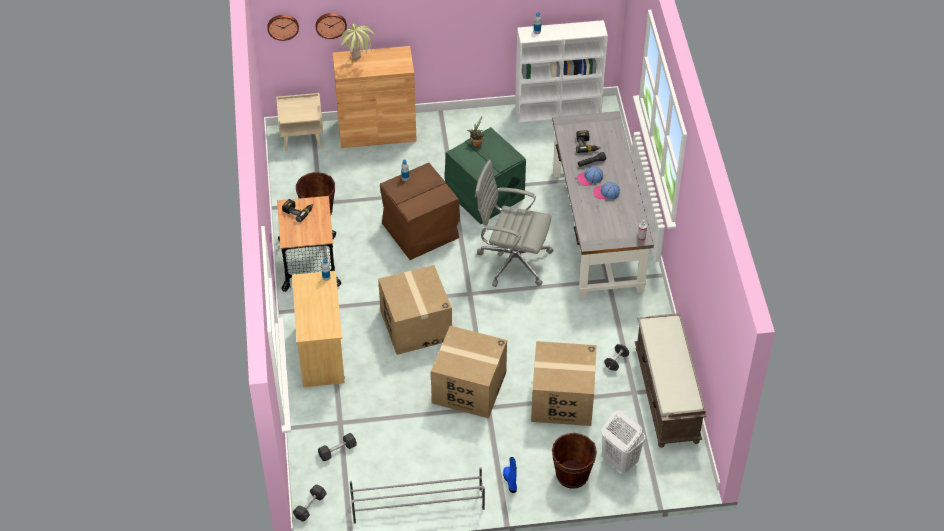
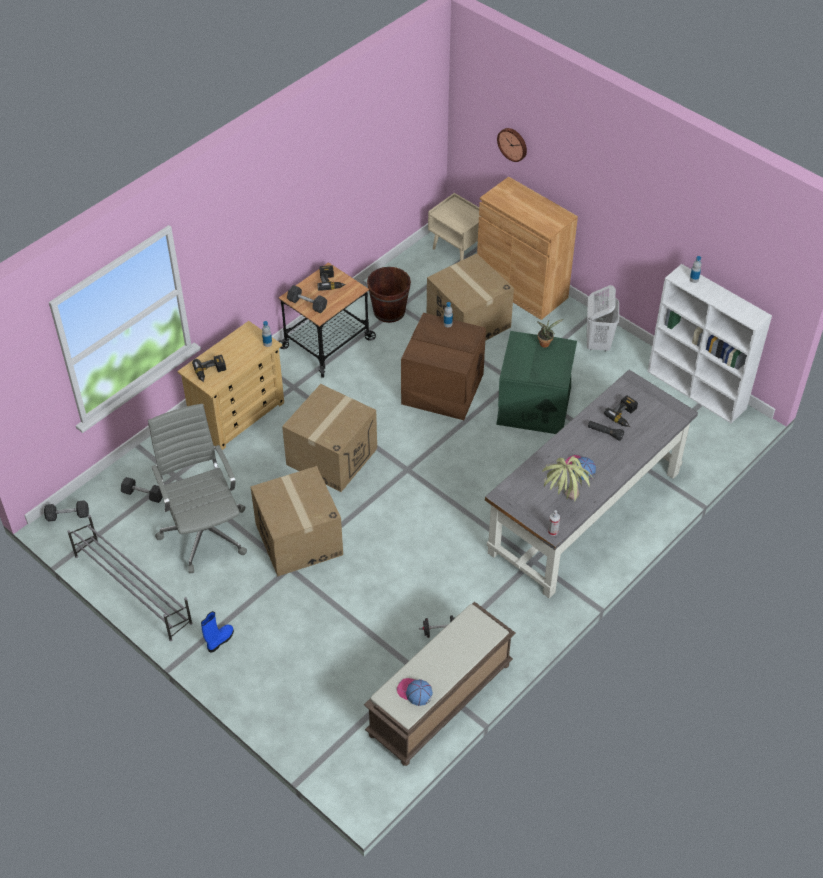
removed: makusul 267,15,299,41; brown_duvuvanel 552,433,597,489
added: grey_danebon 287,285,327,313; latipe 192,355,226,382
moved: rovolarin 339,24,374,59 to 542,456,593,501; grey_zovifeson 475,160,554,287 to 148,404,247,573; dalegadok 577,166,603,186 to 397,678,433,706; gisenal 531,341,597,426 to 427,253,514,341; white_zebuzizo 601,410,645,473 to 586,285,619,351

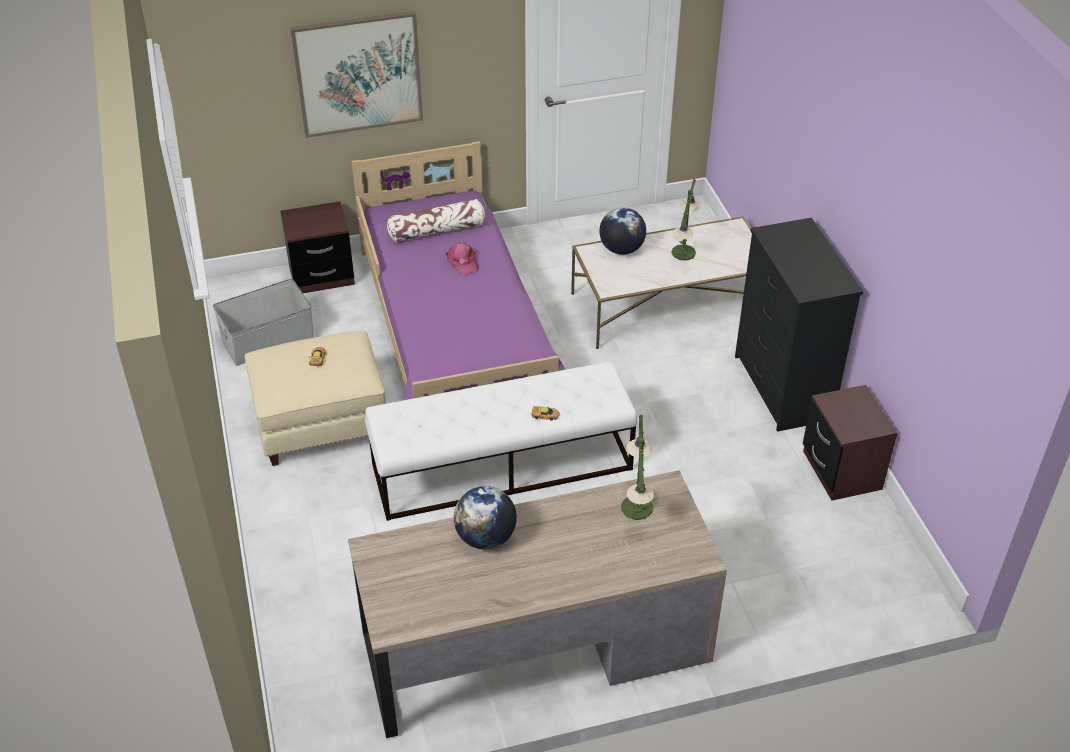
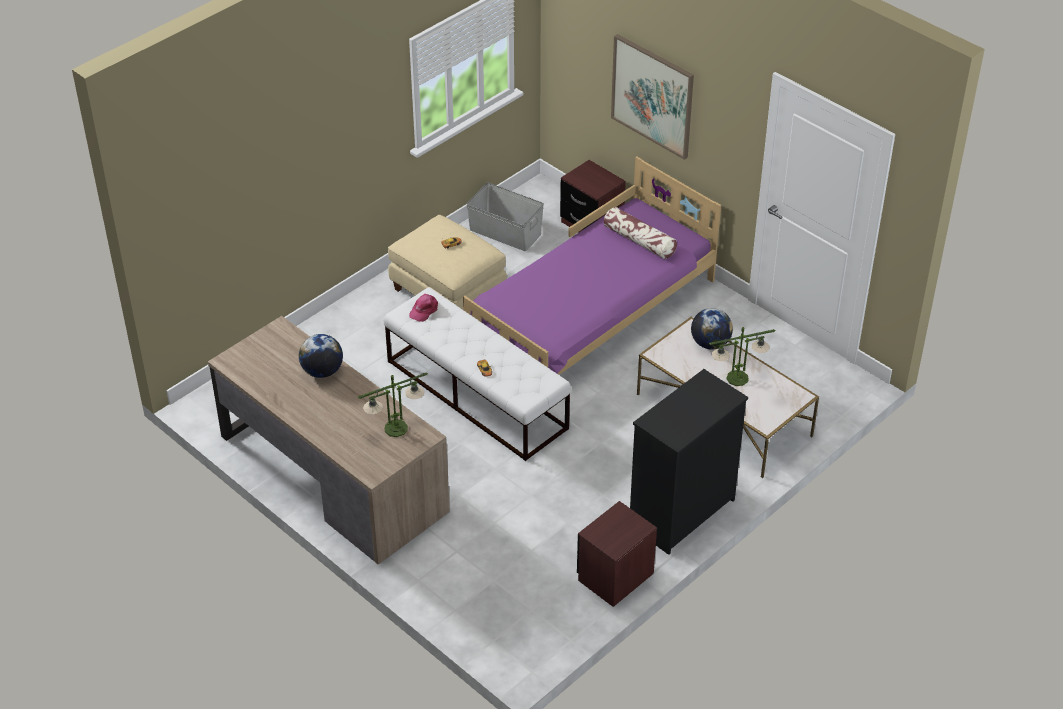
moved: pink_dalegadok 446,242,479,274 to 409,294,438,322

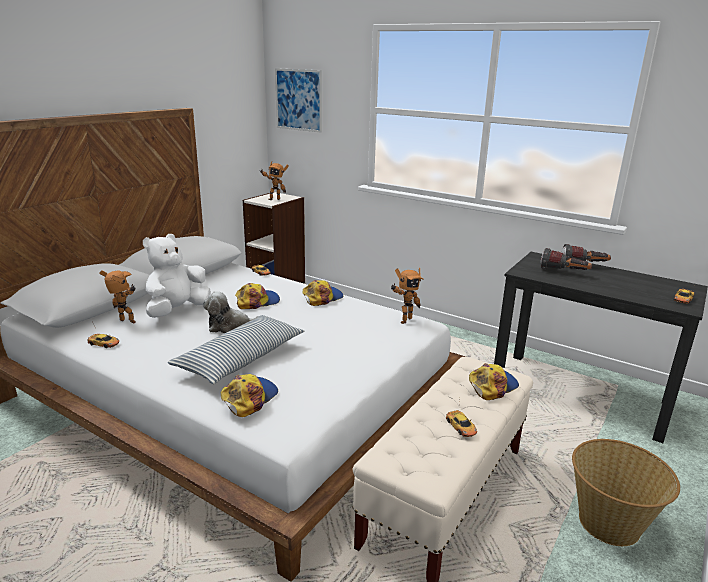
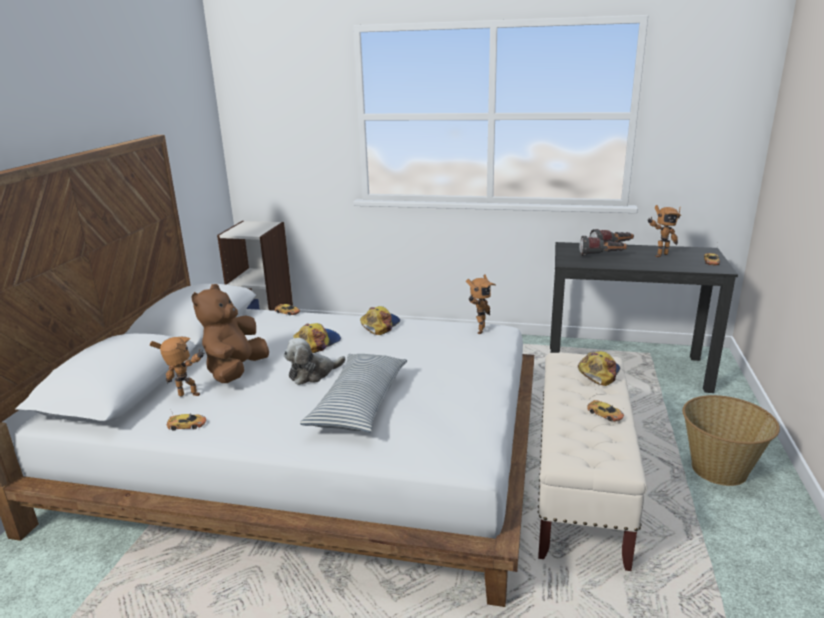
removed: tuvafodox 275,68,322,133; dalegadok 221,374,278,417
moved: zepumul 260,162,289,200 to 648,205,682,257
recoloured: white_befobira 143,234,211,318 to brown_befobira 192,284,269,383

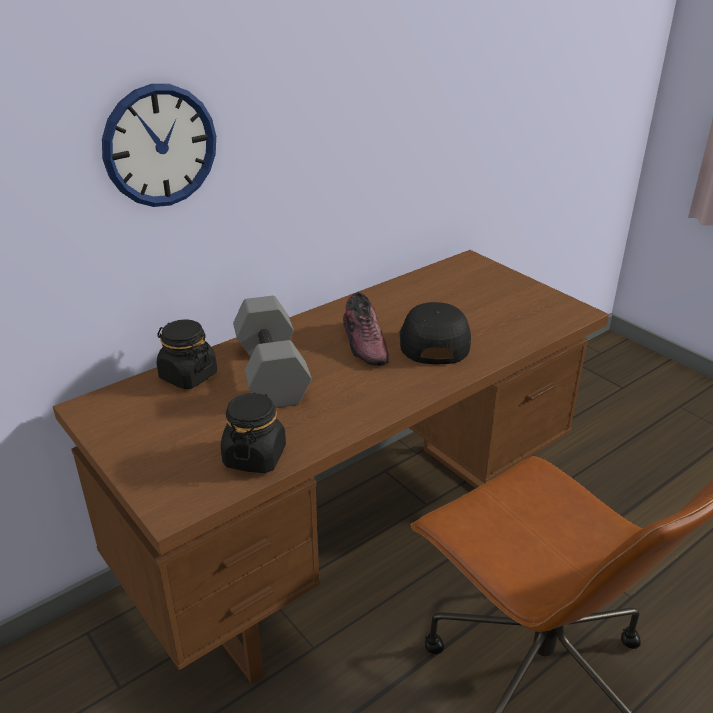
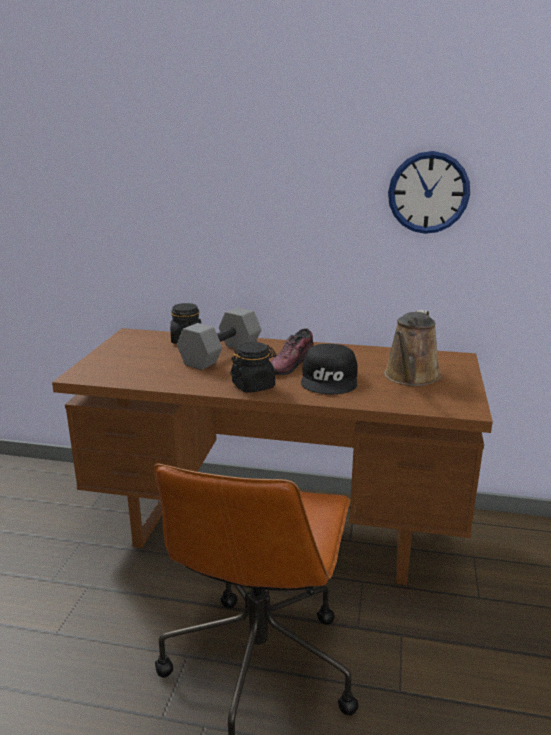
added: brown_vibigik 384,310,441,386
moved: makusul 102,84,216,207 to 388,151,470,234; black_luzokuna 221,392,286,473 to 230,342,276,393
turned: black_dalegadok 400,302,471,364 = 301,344,358,394 135 degrees clockwise

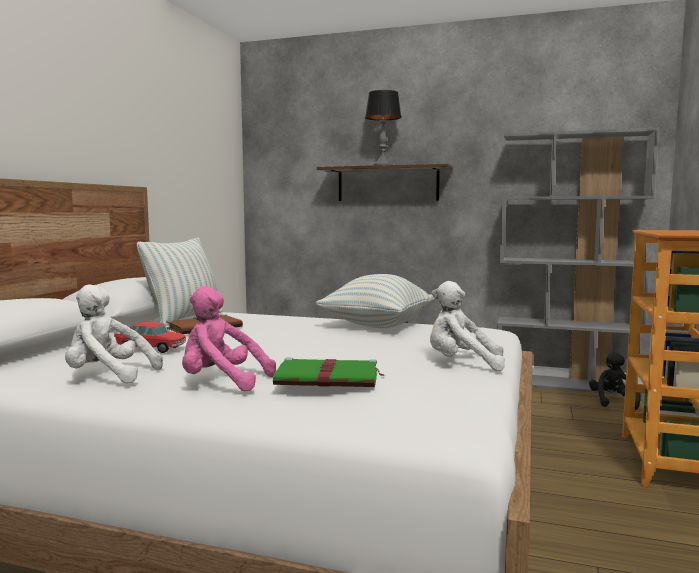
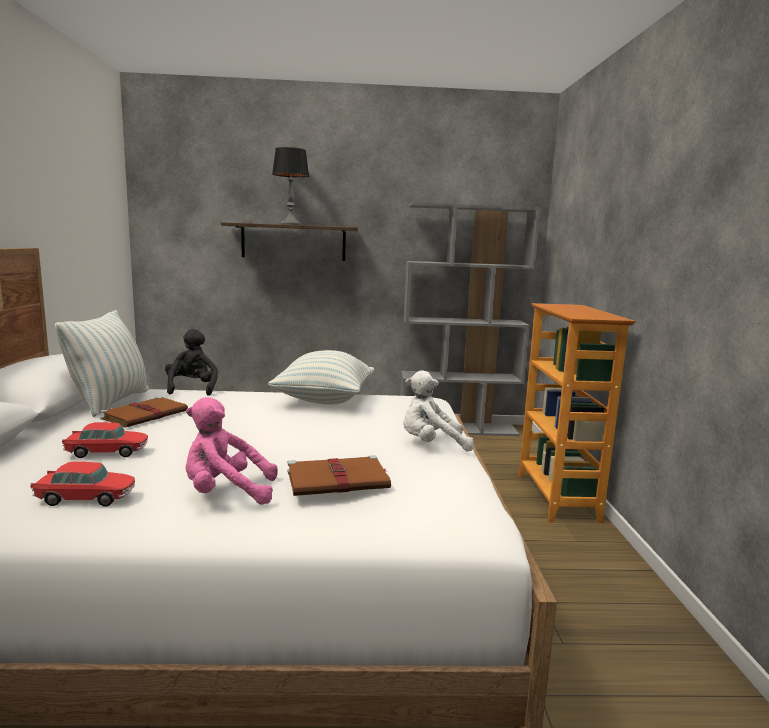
moved: black_befobira 589,352,641,410 to 165,329,218,396
replaced: white_befobira 65,284,163,383 to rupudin 31,461,135,507
recoloured: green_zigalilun 273,358,385,387 to brown_zigalilun 288,455,391,496

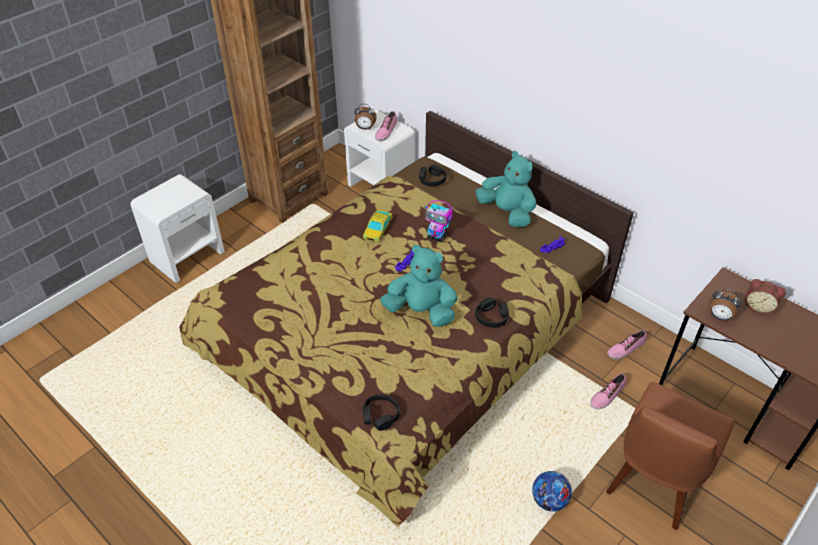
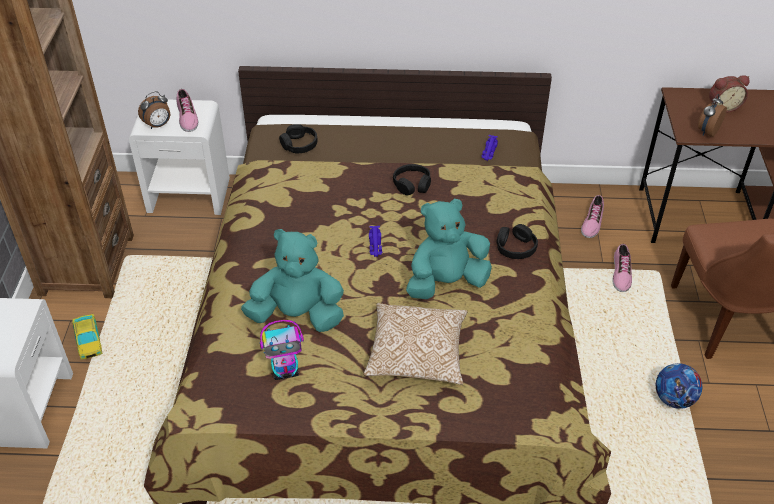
added: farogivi 364,303,467,385
moved: turquoise_befobira 476,151,536,227 to 241,229,344,332; zepumul 425,200,453,242 to 260,320,304,380; rupudin 363,210,393,242 to 72,314,103,360; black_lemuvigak 363,394,400,431 to 393,164,431,195
turned: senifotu 709,289,742,321 = 698,94,727,137 135 degrees clockwise

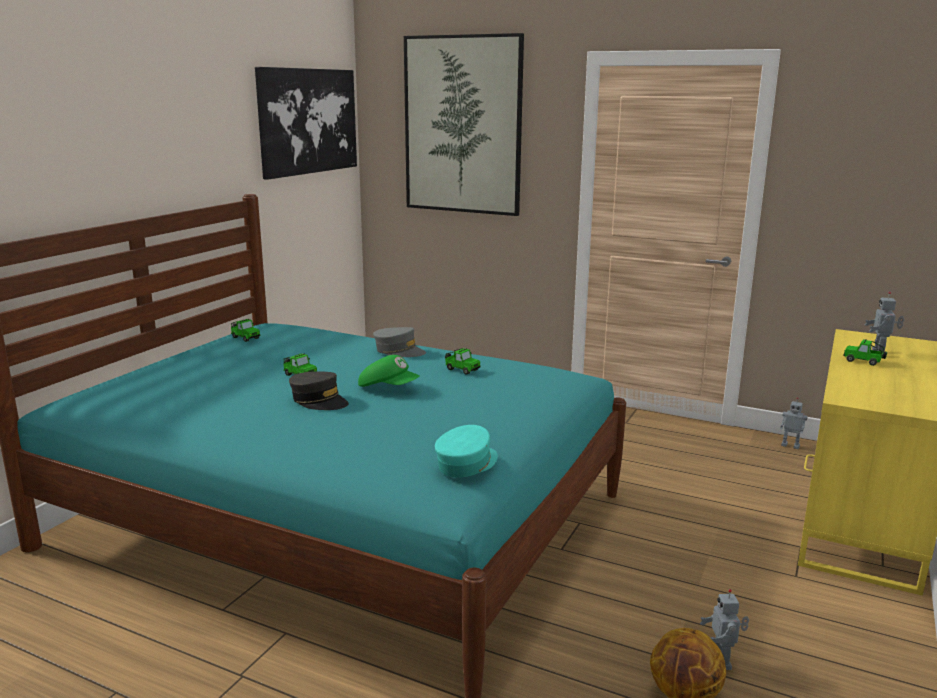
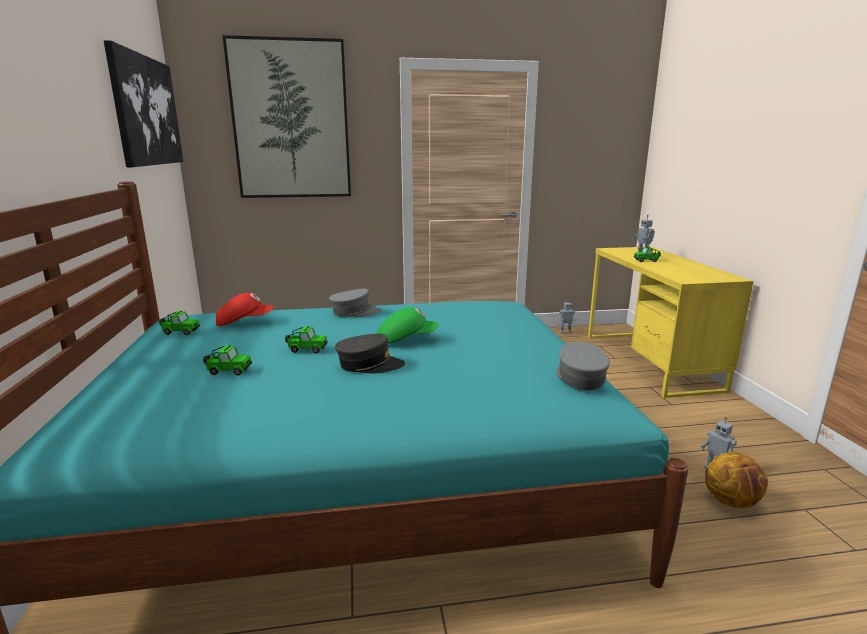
added: red_dalegadok 216,293,274,326
moved: rupudin 445,348,481,375 to 203,345,252,375
recoloured: turquoise_dalegadok 435,425,498,478 to grey_dalegadok 556,342,610,390

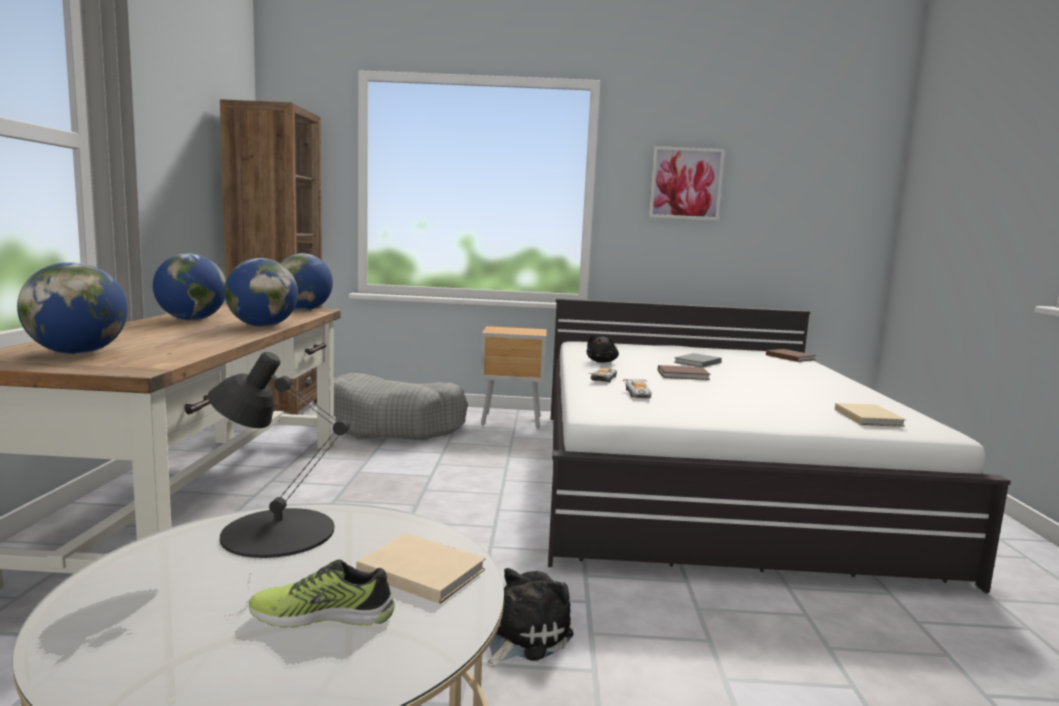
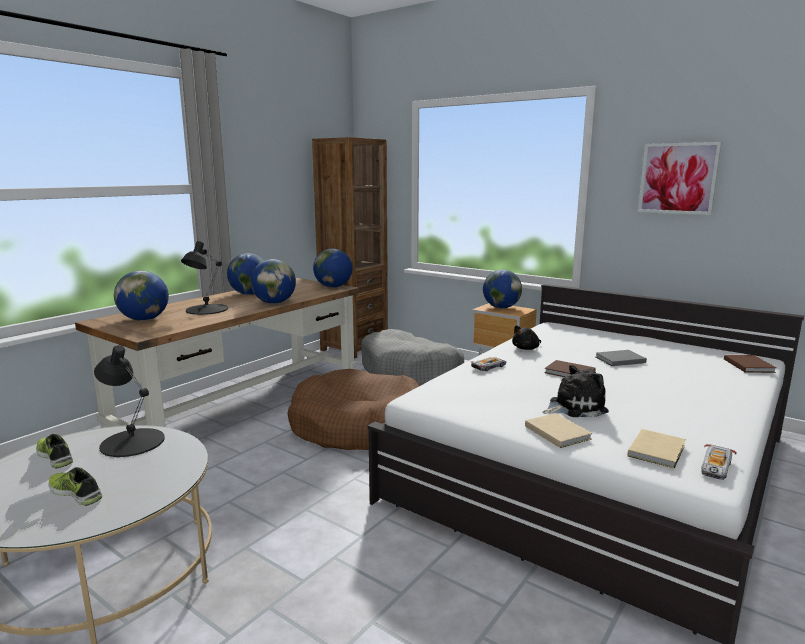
added: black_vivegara 181,241,228,315; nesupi 483,270,522,308; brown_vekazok 287,369,420,450; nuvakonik 36,434,73,469
moved: rupudin 623,379,651,399 to 701,444,737,480; beige_zigalilun 356,533,486,604 to 525,413,593,448; befobira 488,568,574,667 to 542,365,609,417

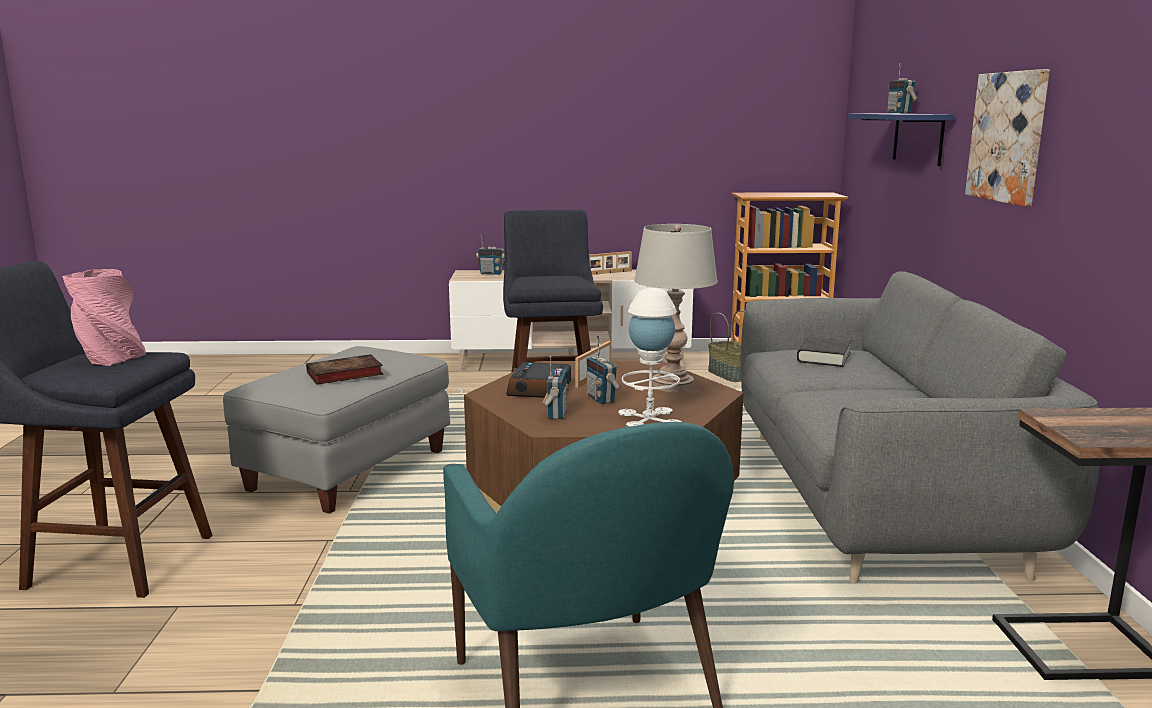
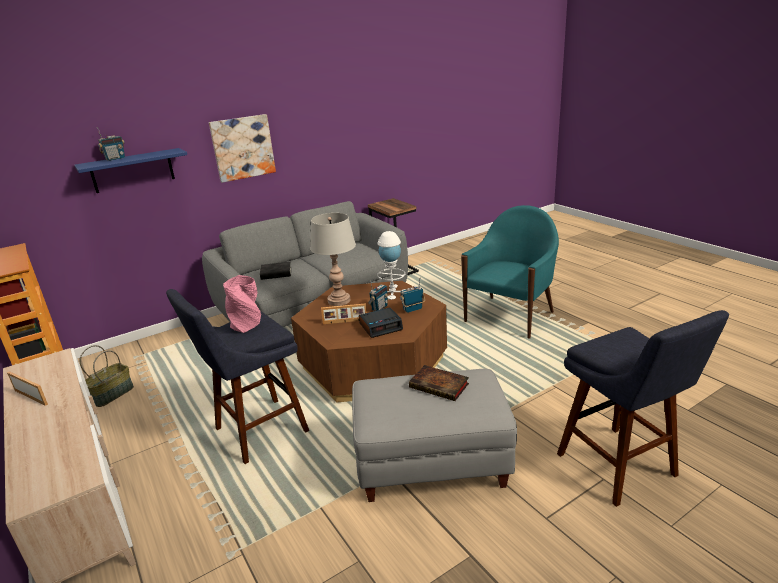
removed: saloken 476,236,505,275
moved: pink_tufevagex 62,269,146,366 to 223,275,261,333

